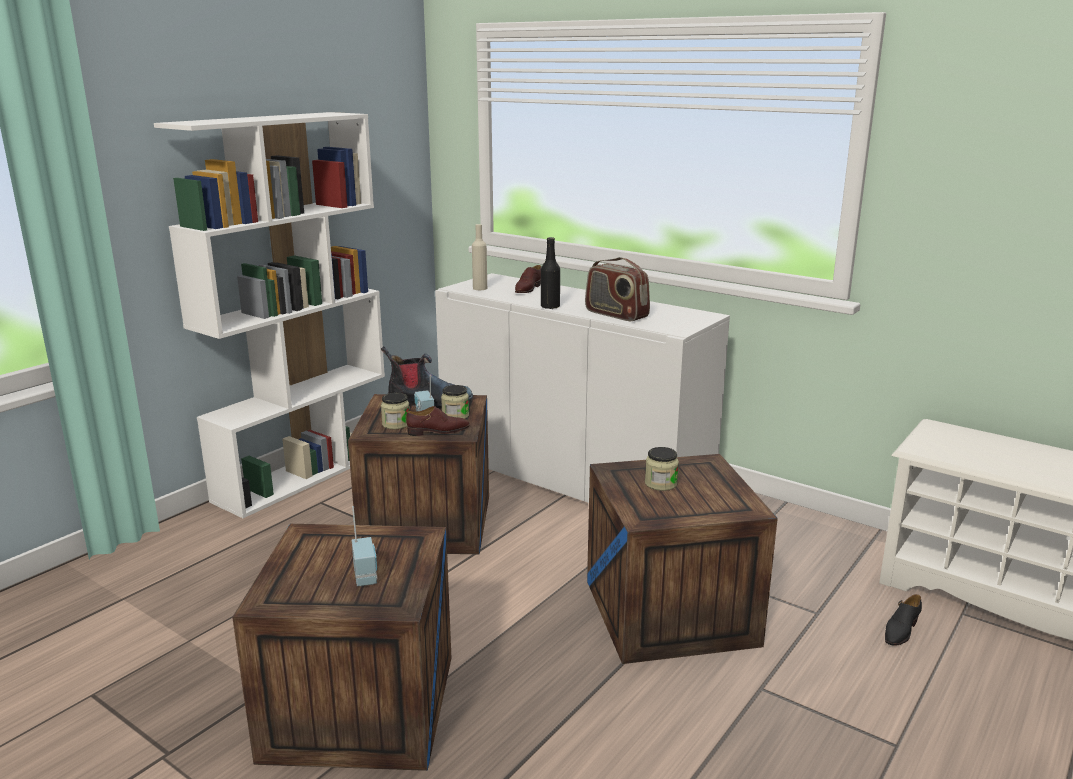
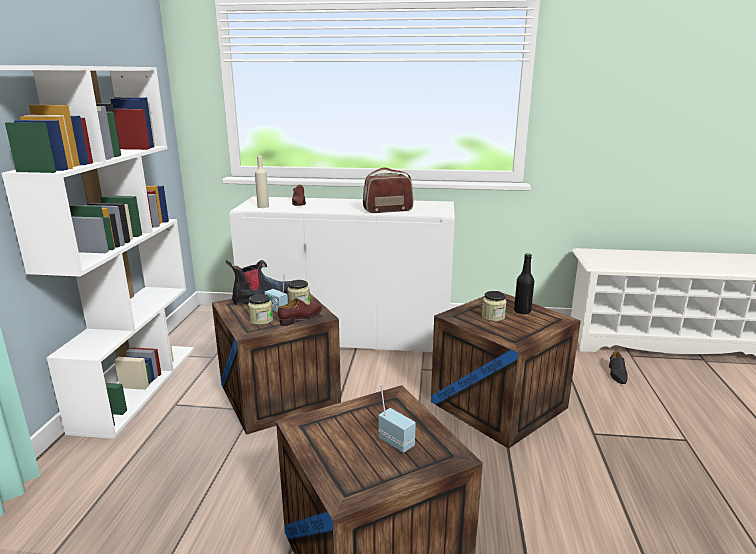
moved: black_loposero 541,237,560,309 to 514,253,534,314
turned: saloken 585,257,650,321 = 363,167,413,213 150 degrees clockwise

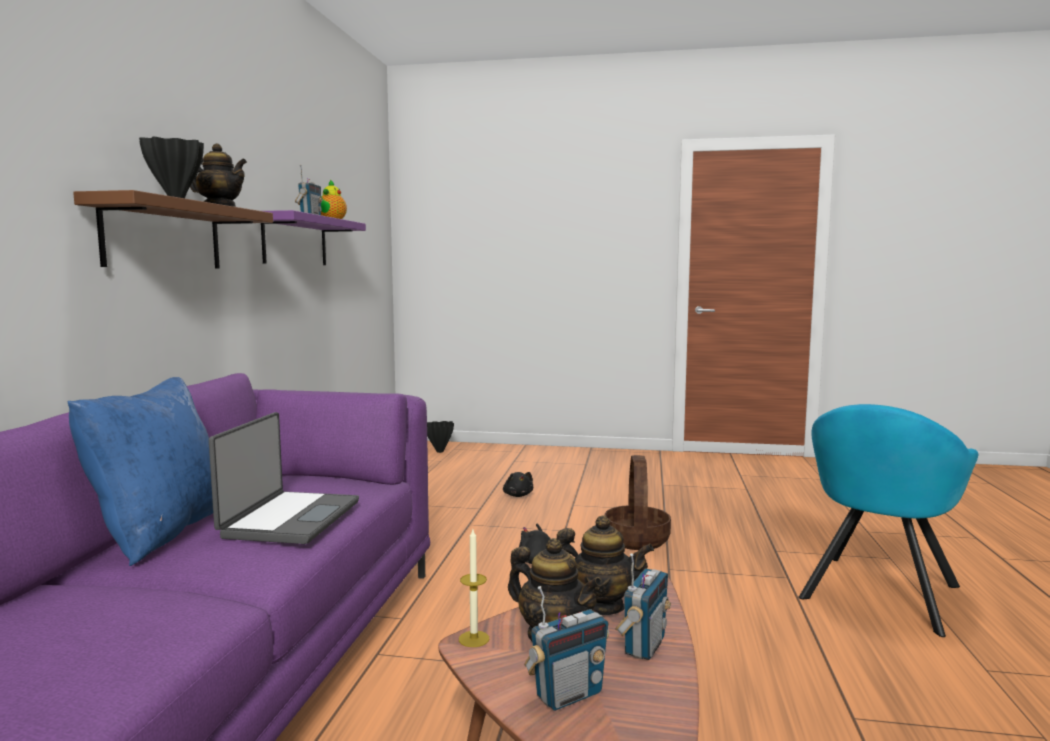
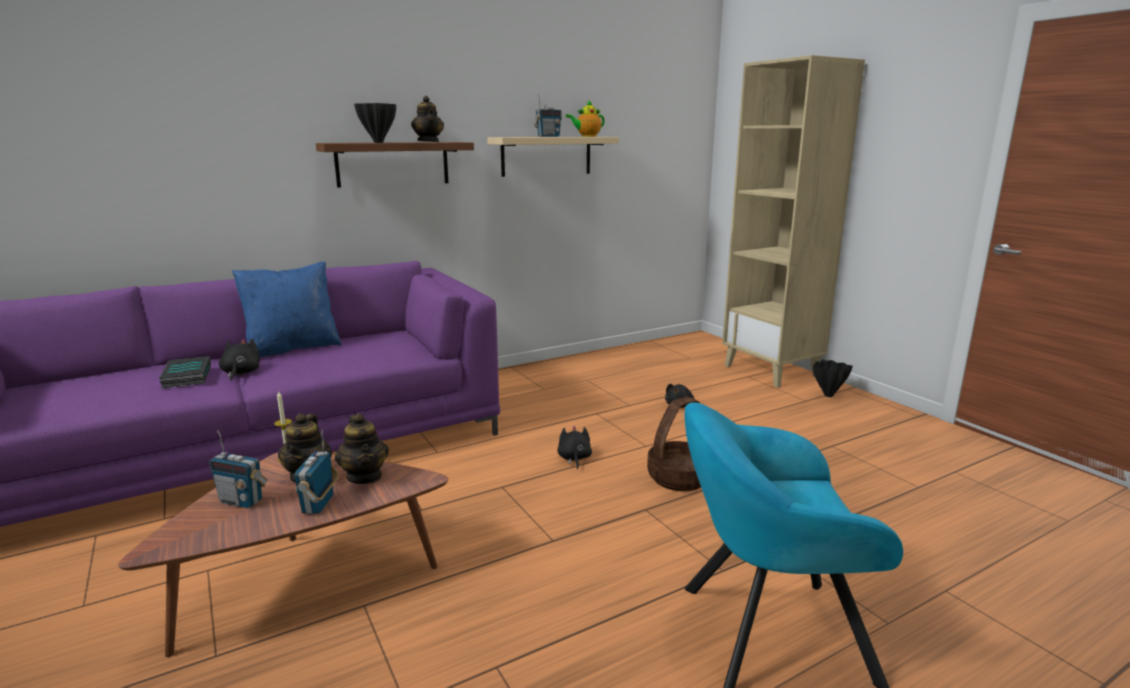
removed: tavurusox 209,412,359,544
added: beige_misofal 722,55,865,388; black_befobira 219,339,260,381; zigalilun 159,356,211,389
moved: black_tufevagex 427,421,454,453 to 813,359,853,397
recoloured: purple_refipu 261,210,366,265 to beige_refipu 487,137,619,177
turned: saloken 615,553,671,660 = 294,429,339,514 105 degrees clockwise

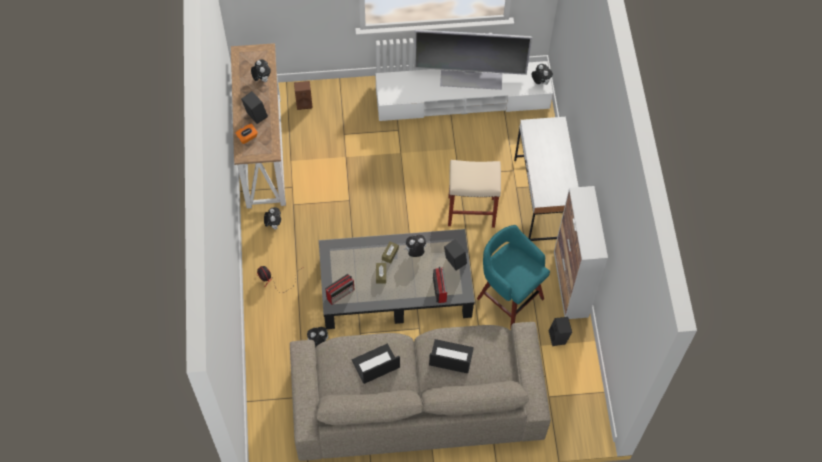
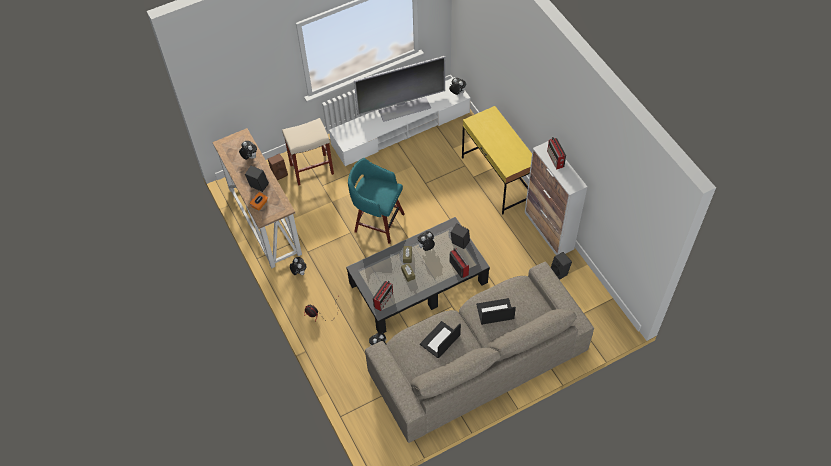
added: saloken 547,137,566,170
moved: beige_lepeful 448,160,501,228 to 282,118,334,186; turquoise_lepeful 477,225,550,328 to 348,158,405,244
recoloured: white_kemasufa 514,117,579,241 to yellow_kemasufa 462,106,532,214

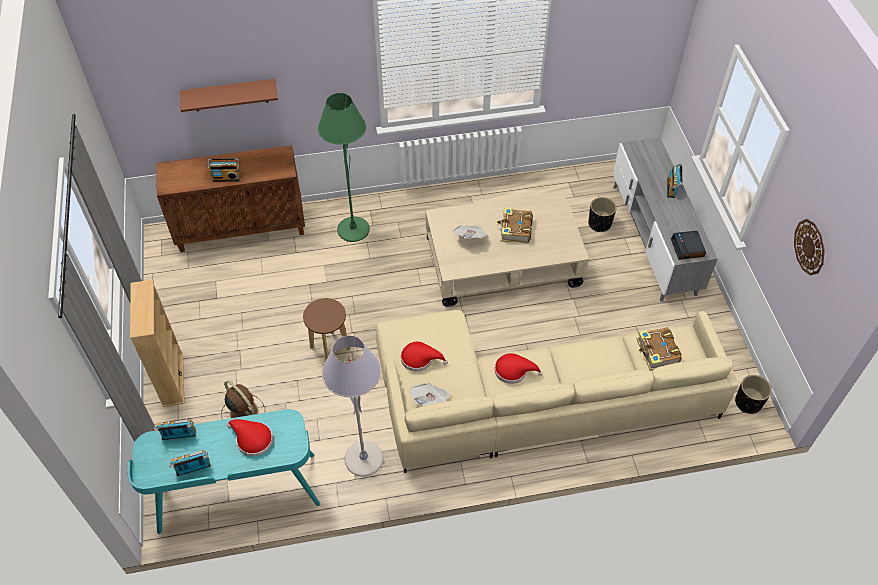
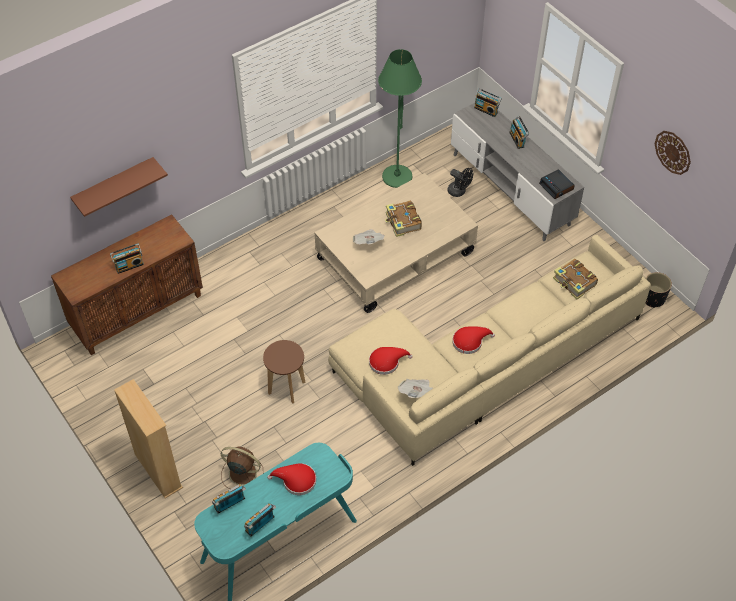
removed: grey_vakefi 322,335,383,477
added: saloken 474,88,502,117
moved: green_vakefi 318,93,370,242 to 378,49,422,188
replaced: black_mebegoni 588,197,617,232 to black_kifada 447,168,473,197

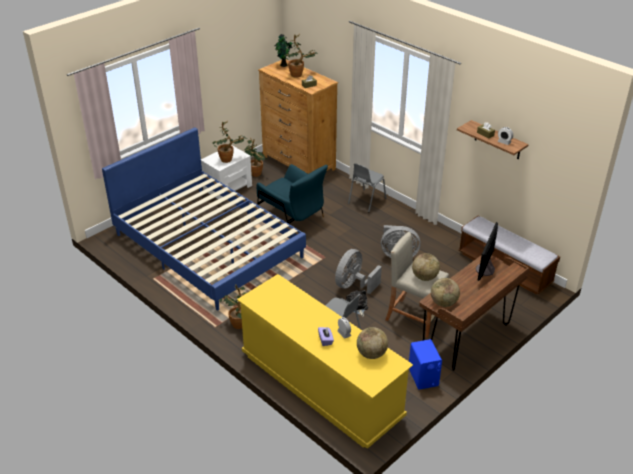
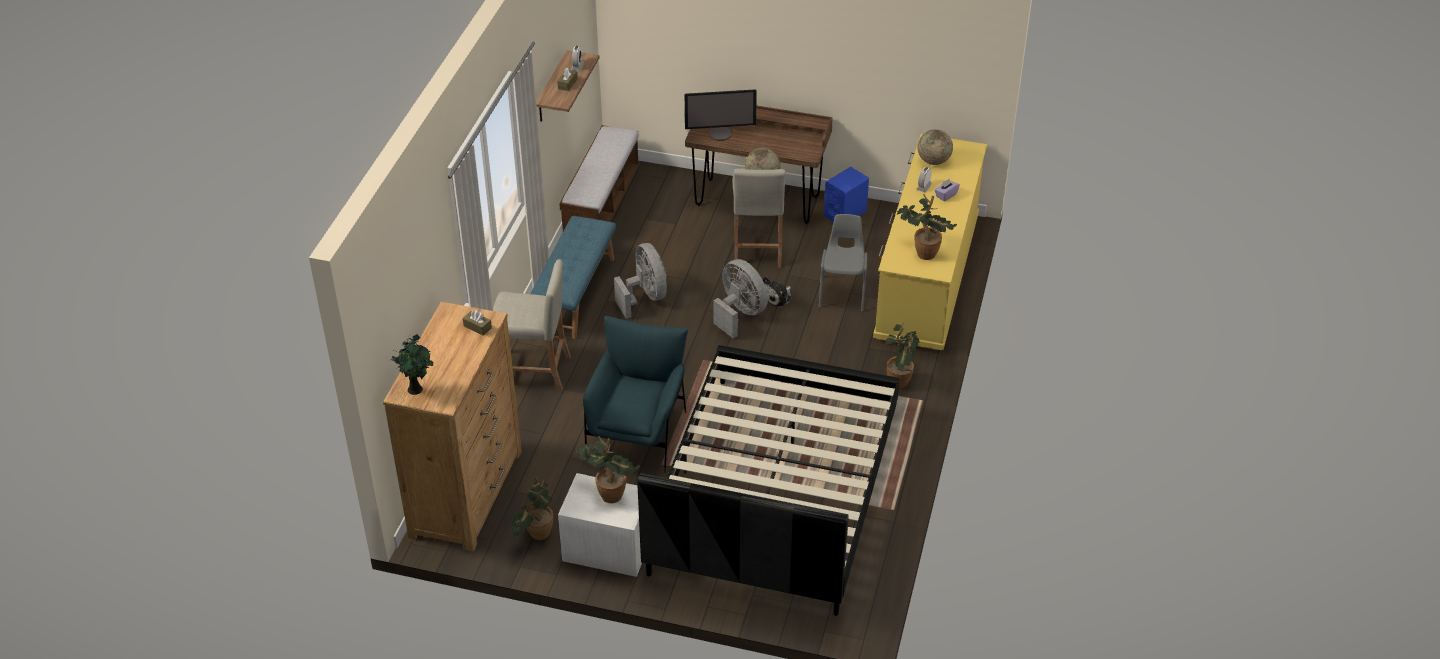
removed: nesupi 431,278,460,307
added: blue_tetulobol 531,216,616,339
moved: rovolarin 284,34,318,78 to 897,194,957,260
replaced: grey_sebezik 348,163,386,212 to beige_lepeful 493,259,571,391
recoloured: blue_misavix 102,127,306,310 to black_misavix 637,345,900,616
turned: grey_kifada 335,249,382,294 = 714,259,768,338 135 degrees counterclockwise

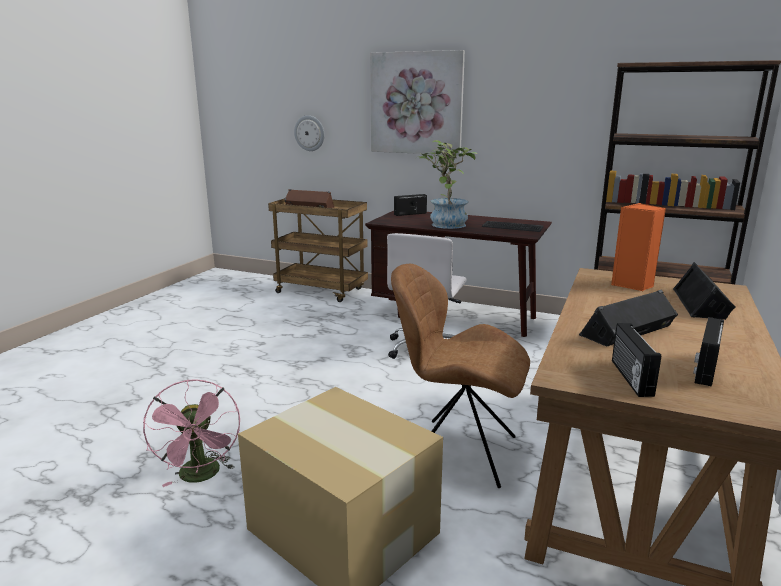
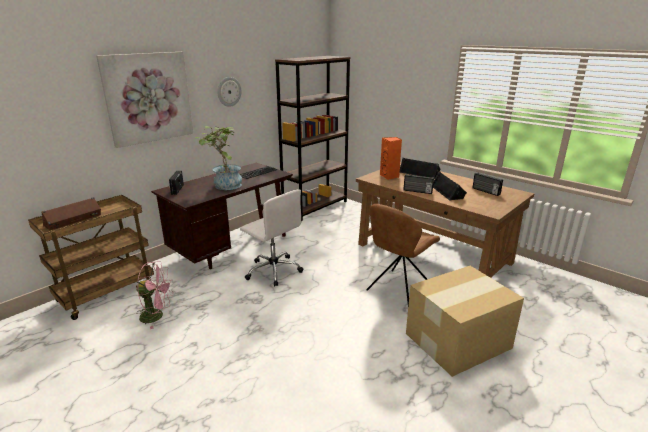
moved: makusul 294,115,325,151 to 217,77,241,107; saloken 612,323,661,397 to 403,174,434,194; pink_kifada 143,379,240,487 to 136,261,173,329

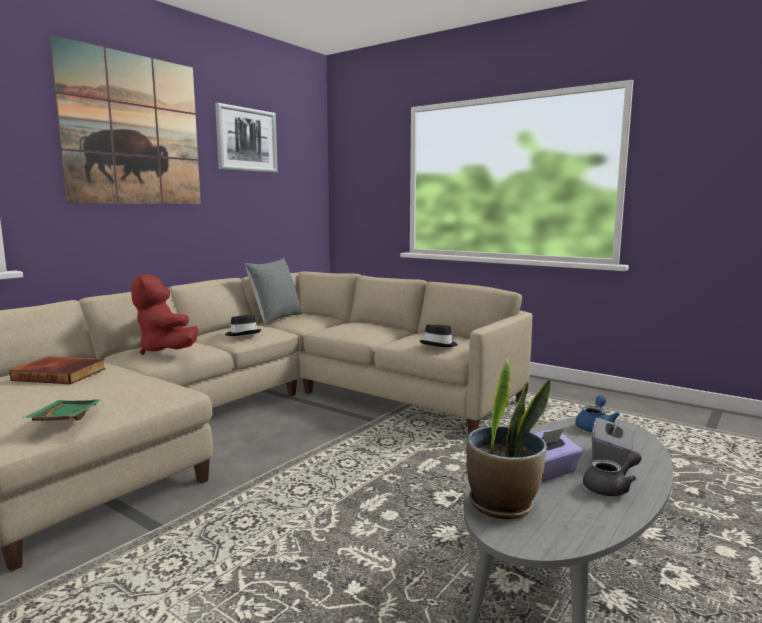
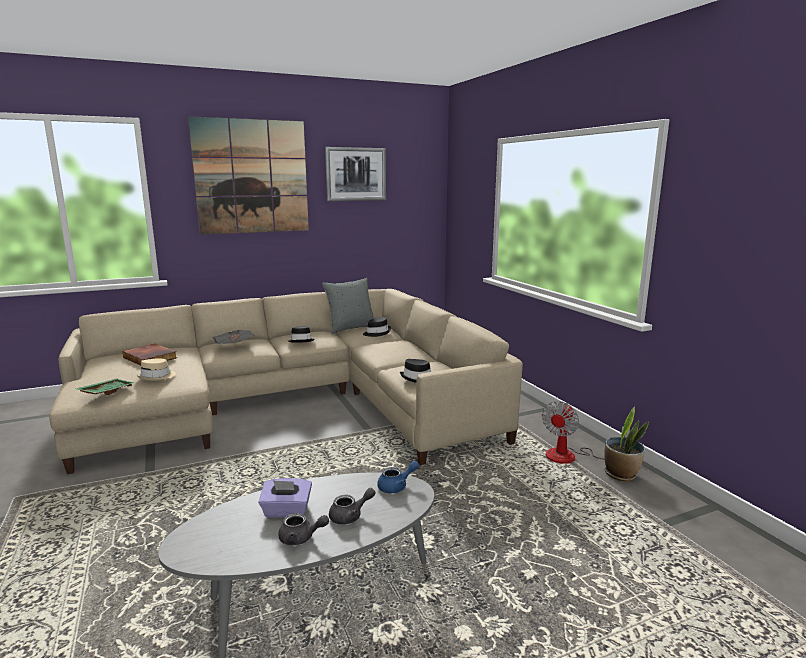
added: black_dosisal 363,317,391,337; beige_dosisal 136,358,176,381; kifada 542,401,630,464
moved: rovolarin 467,358,551,519 to 604,406,649,481
replaced: red_befobira 131,274,198,355 to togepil 212,330,255,344; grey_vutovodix 592,414,634,466 to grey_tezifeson 329,488,375,525

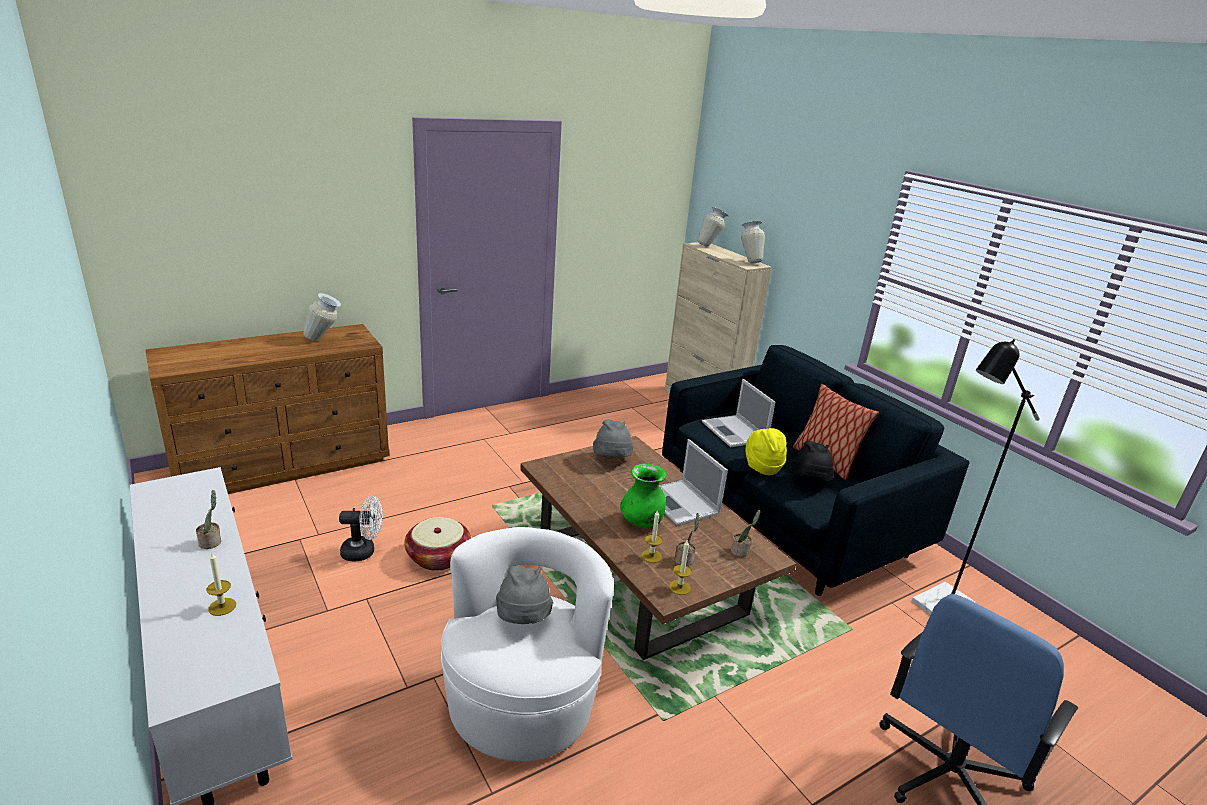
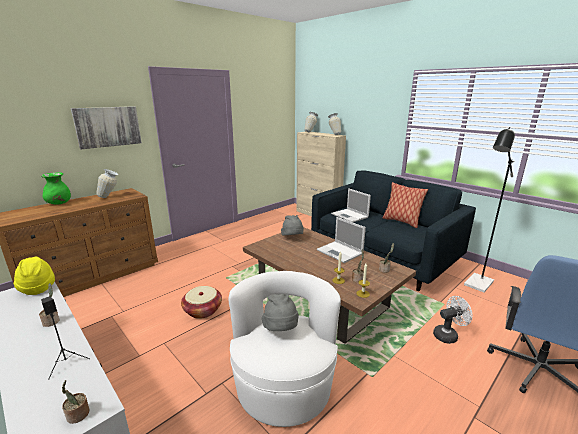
removed: black_dosisal 791,441,834,482
added: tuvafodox 71,106,142,149; rovolarin 62,380,90,424
moved: yellow_dosisal 746,428,787,475 to 14,257,55,295; green_tufevagex 620,464,667,527 to 41,172,71,205; white_kifada 339,496,383,561 to 433,296,472,344
replaced: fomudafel 206,553,236,616 to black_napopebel 41,296,90,380

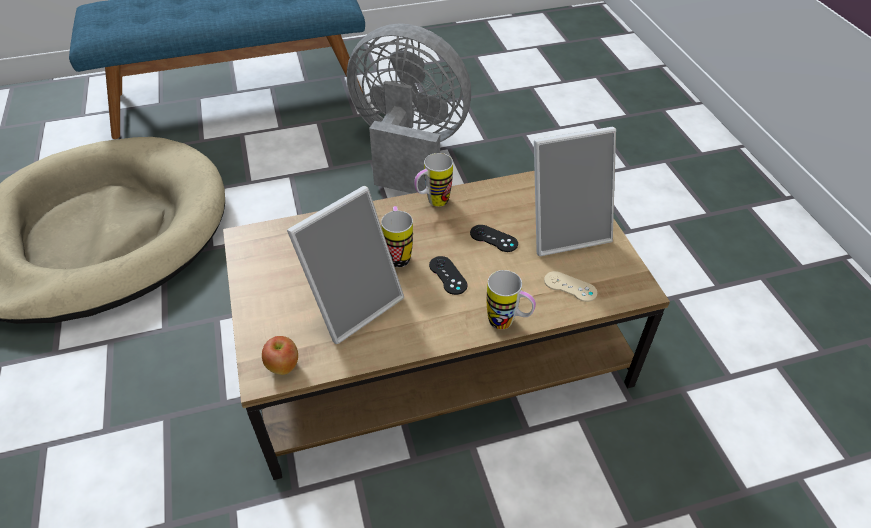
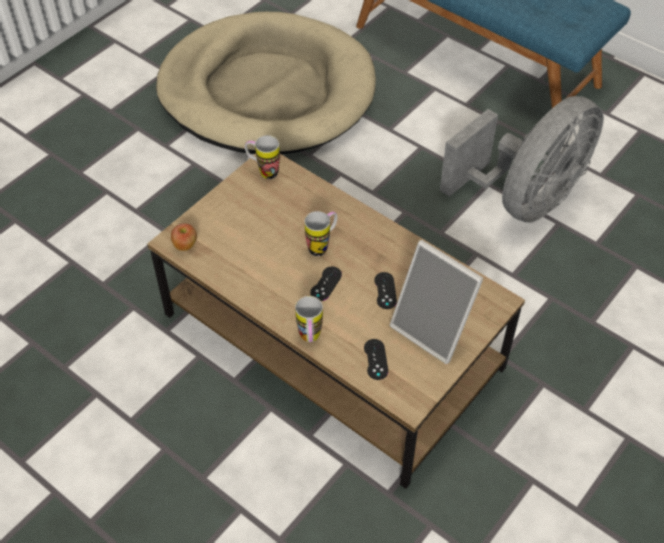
removed: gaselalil 287,186,404,344
moved: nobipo 414,153,453,207 to 245,135,280,179
recoloured: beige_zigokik 544,271,597,302 to black_zigokik 364,339,388,380
turned: grey_kifada 347,23,471,193 = 440,96,604,223 60 degrees clockwise

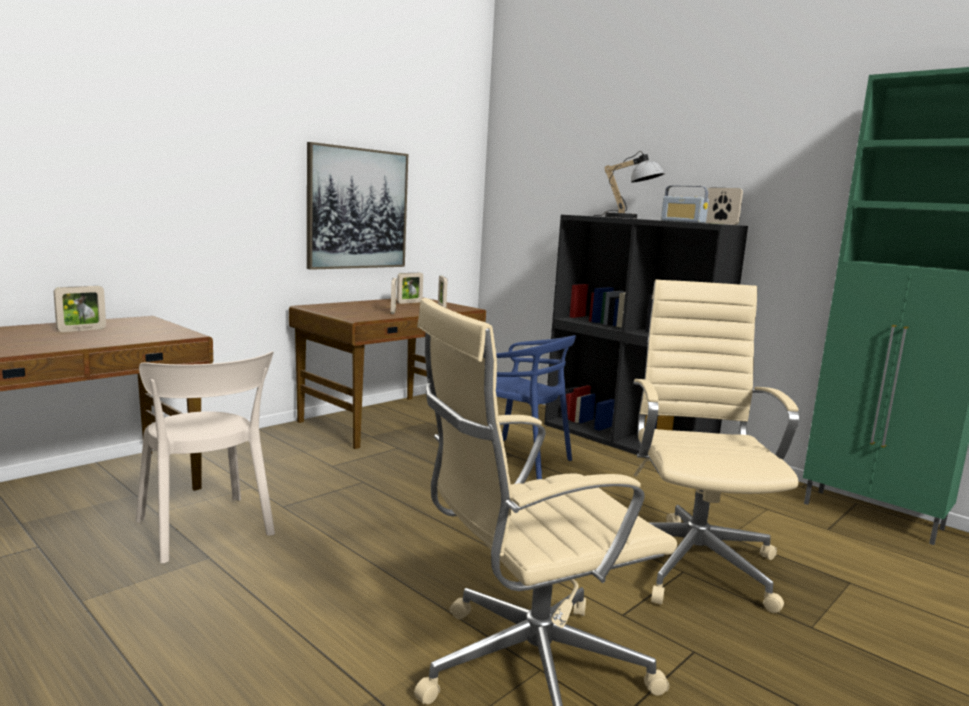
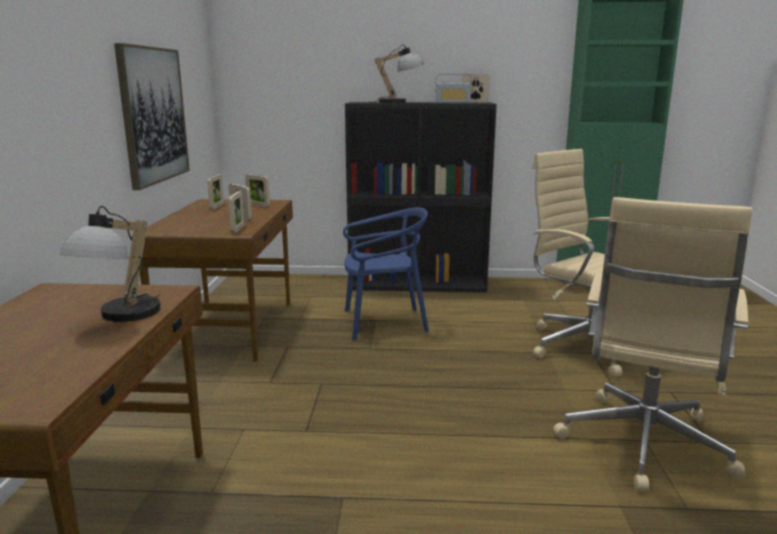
removed: beige_sebezik 136,351,275,564
added: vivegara 60,206,161,322
moved: gaselalil 54,286,106,332 to 229,191,244,233

